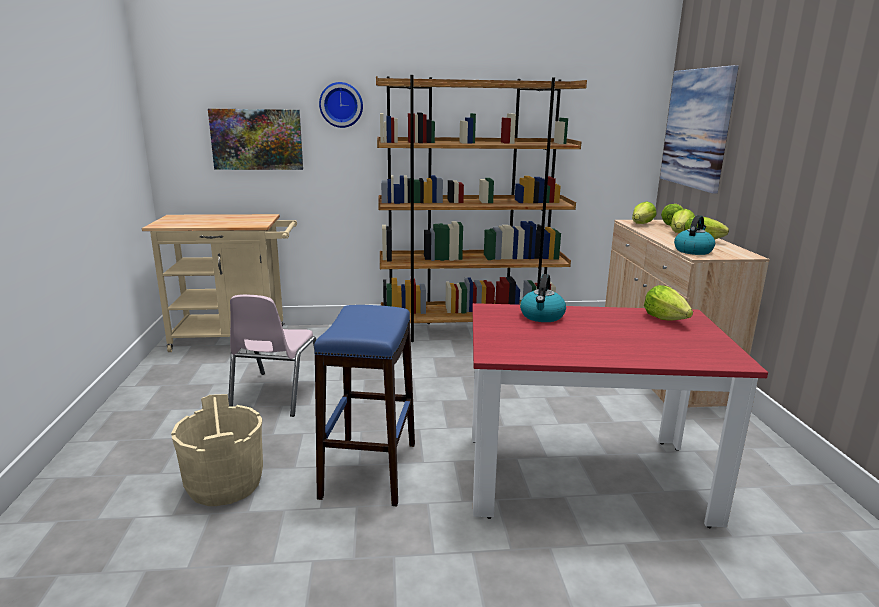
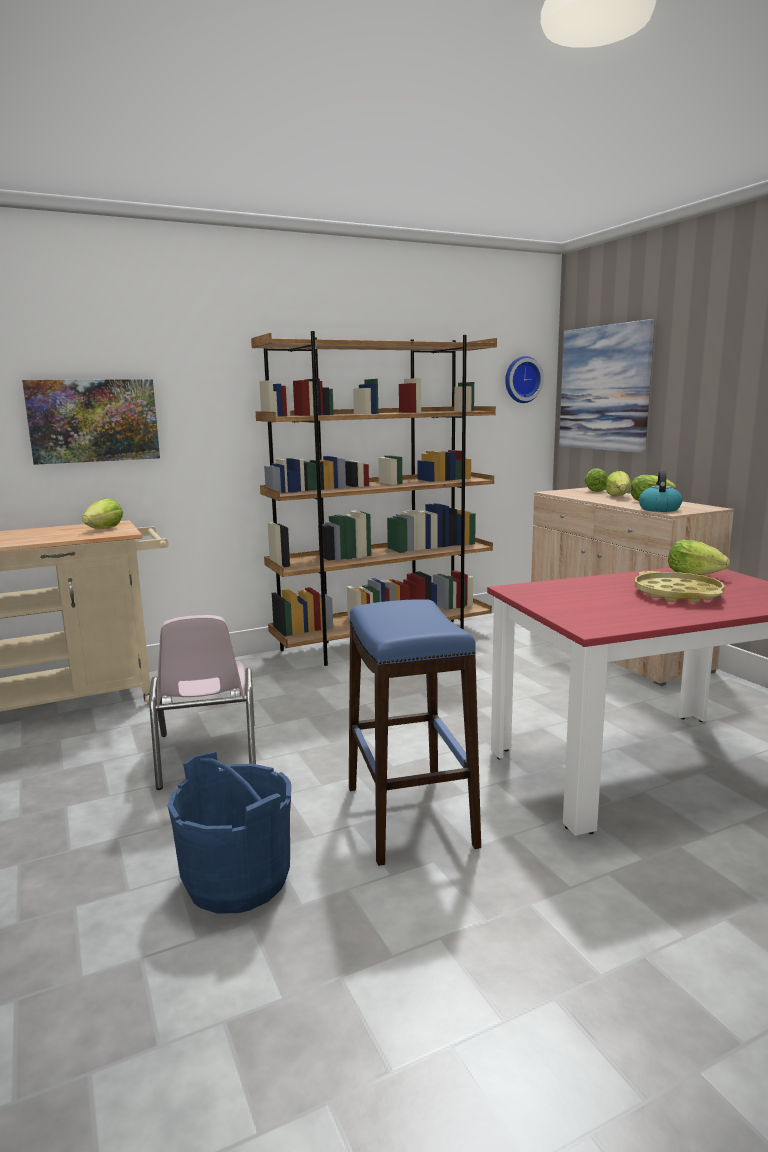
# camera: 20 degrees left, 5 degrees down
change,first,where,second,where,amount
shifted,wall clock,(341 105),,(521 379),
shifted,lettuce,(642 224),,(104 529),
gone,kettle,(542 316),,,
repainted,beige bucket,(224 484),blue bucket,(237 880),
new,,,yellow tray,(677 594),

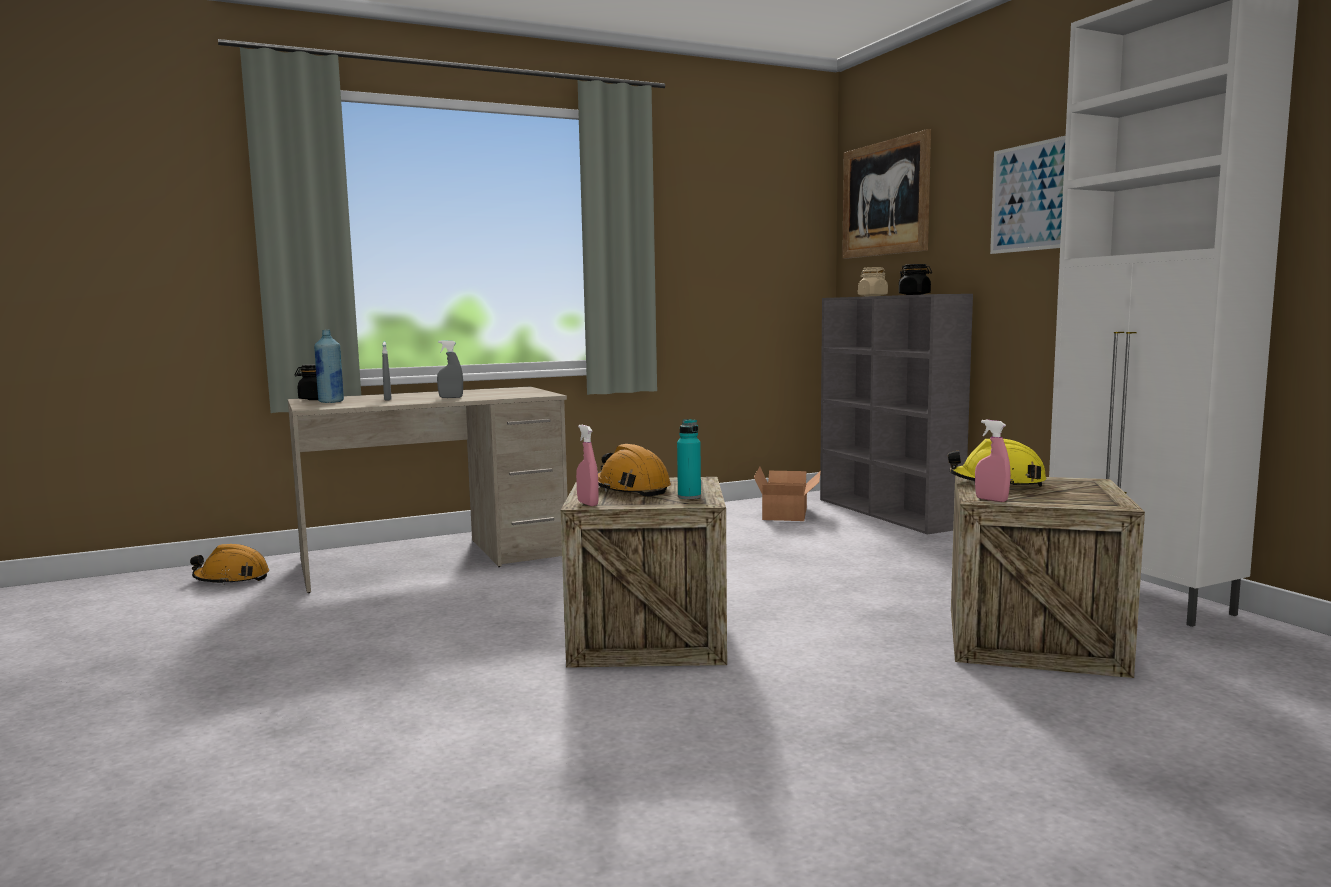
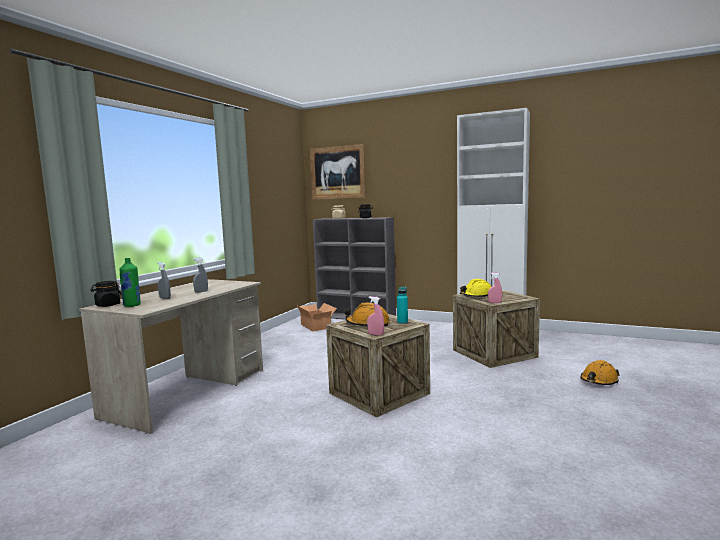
# camera: 40 degrees left, 0 degrees up
change,first,where,second,where,amount
gone,picture,(1032 197),,,
repainted,blue bottle,(331 402),green bottle,(132 305),
shifted,orange hard hat,(232 579),,(599 381),

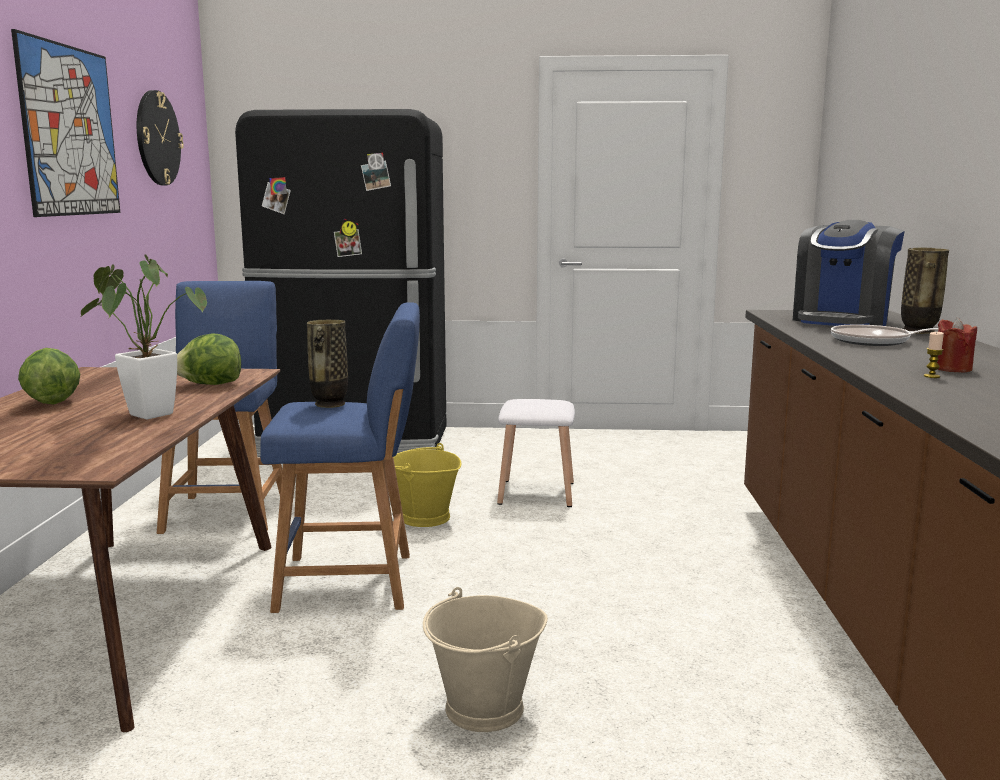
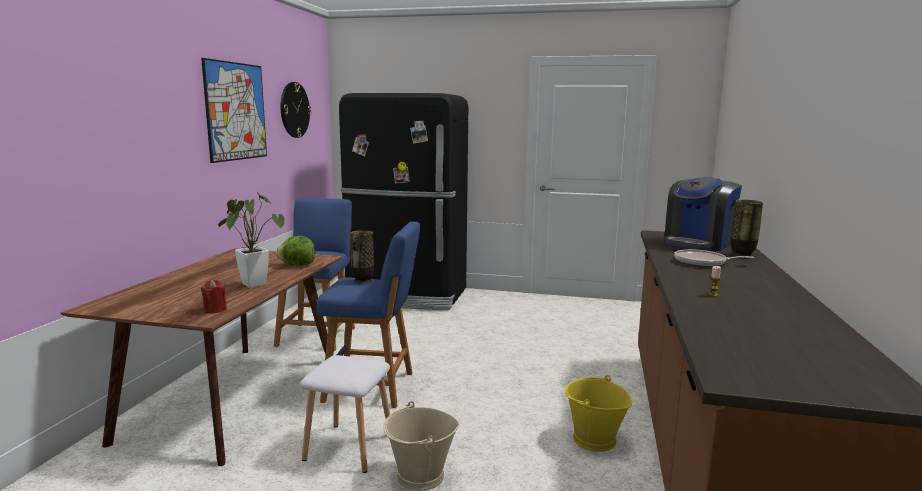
# camera: 10 degrees right, 0 degrees up
change,first,where,second,where,amount
shifted,red candle,(952 369),,(215 310),
gone,lettuce,(52 402),,,
shifted,white stool,(537 494),,(349 448),
shifted,yellow bucket,(424 518),,(593 440),

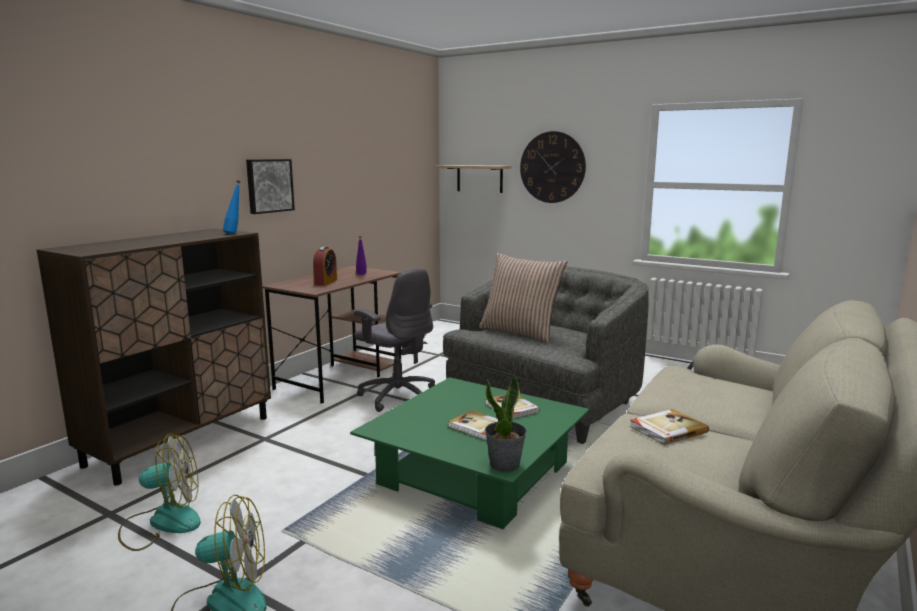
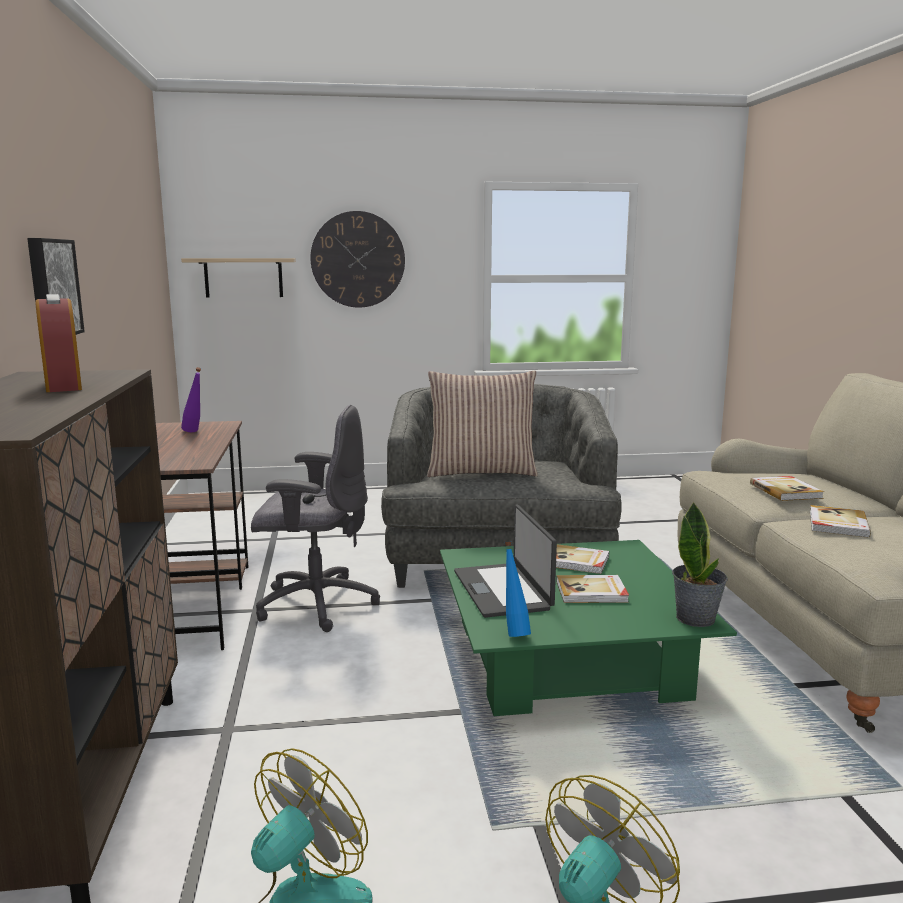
# camera: 40 degrees left, 0 degrees up
change,first,where,second,where,amount
shifted,blue bottle,(234 233),,(514 632),
shifted,alarm clock,(325 282),,(63 385),
new,,,book,(786 491),
new,,,laptop,(503 590),

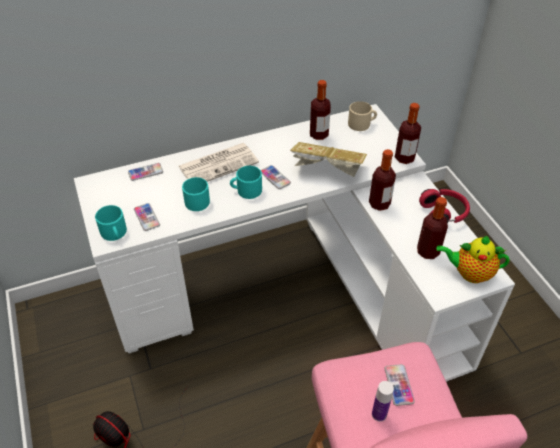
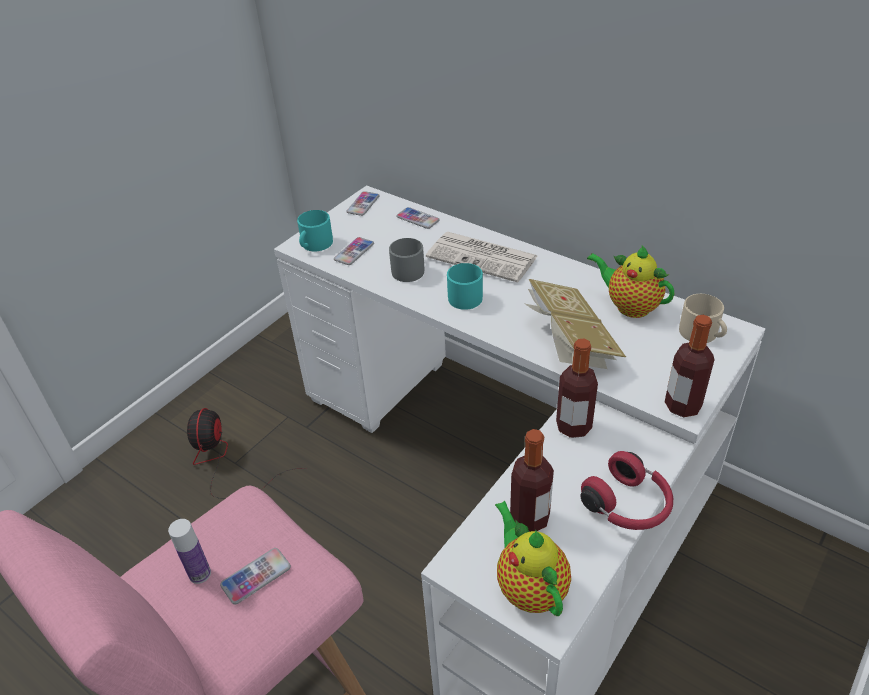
# camera: 60 degrees right, 5 degrees down
change,first,where,second,where,amount
swapped,bottle,(319 134),teapot,(629 306),
shifted,phone,(275 177),,(363 204),
repainted,turquoise mug,(195 200),grey mug,(409 269),

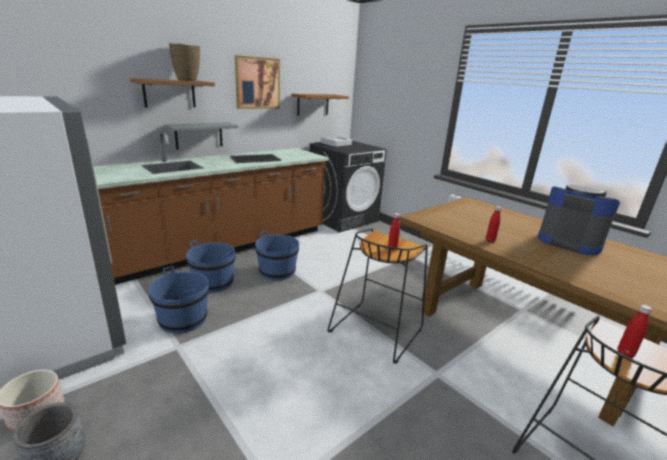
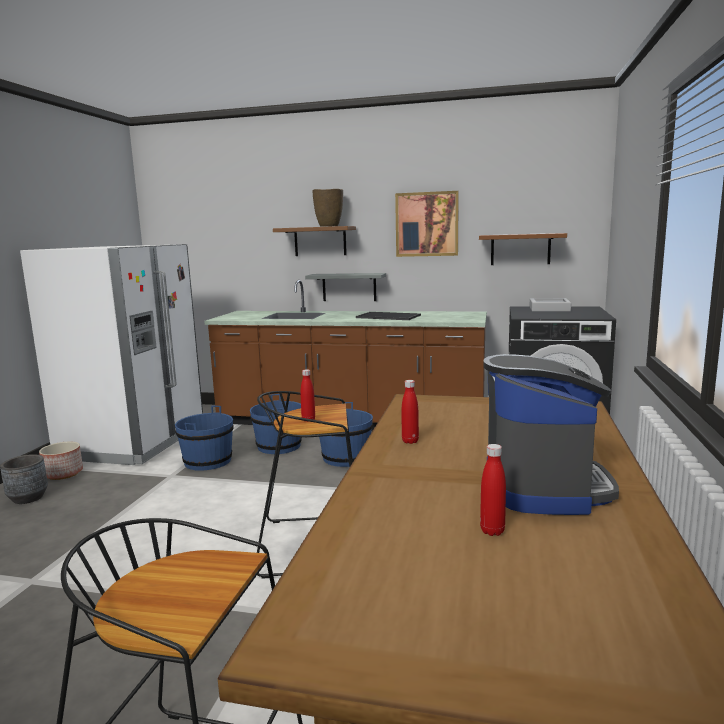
# camera: 55 degrees right, 10 degrees down
change,first,where,second,where,amount
shifted,red bottle,(625 354),,(492 531),

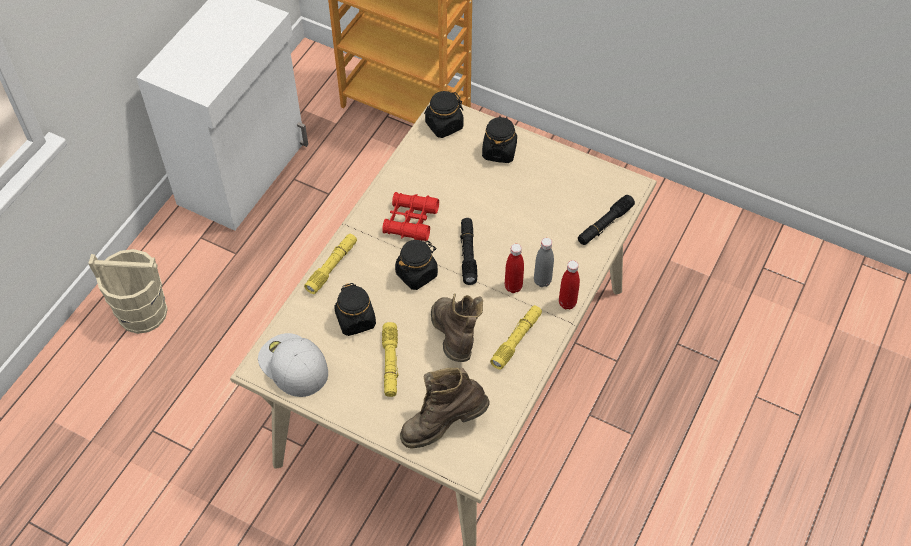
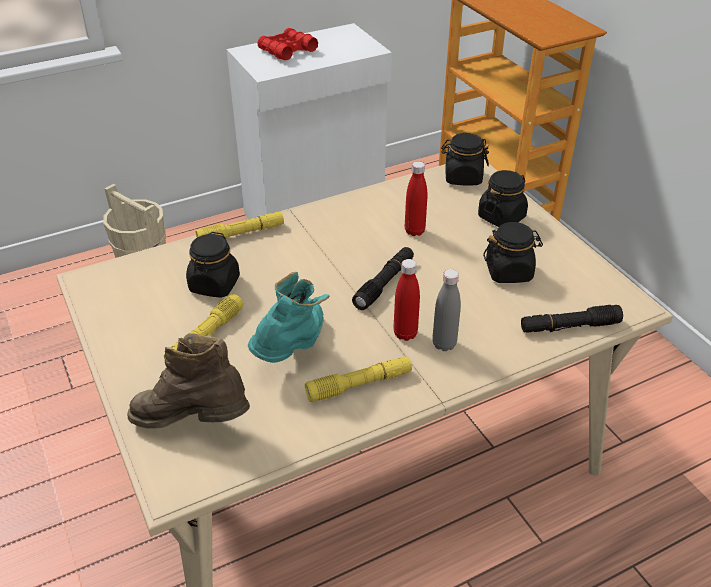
# camera: 35 degrees right, 15 degrees down
change,first,where,second,where,amount
shifted,red binoculars,(410 221),,(287 51),
shifted,black jar,(416 274),,(509 272),
shifted,red bottle,(567 303),,(414 231),
repainted,brown boot,(455 339),turquoise boot,(293 350),
gone,white cap,(292 365),,,

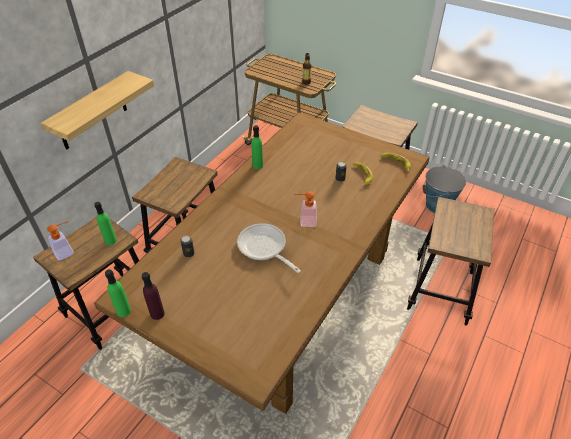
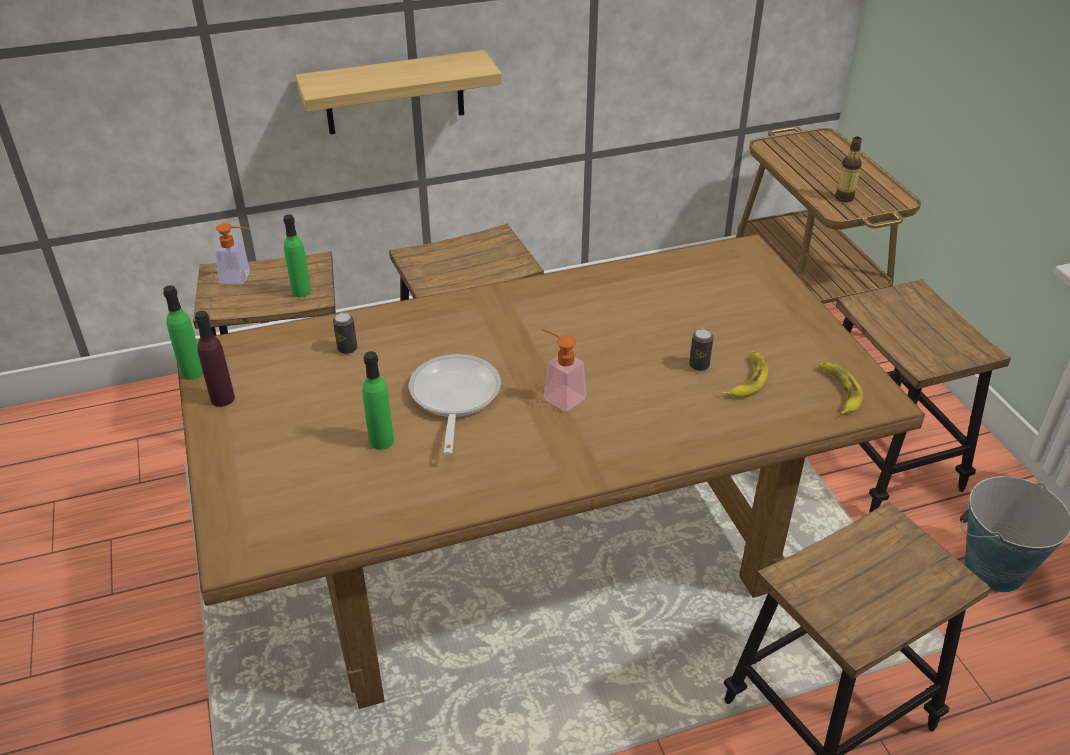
# camera: 40 degrees right, 5 degrees down
change,first,where,second,where,amount
shifted,green bottle,(257 165),,(381 441),

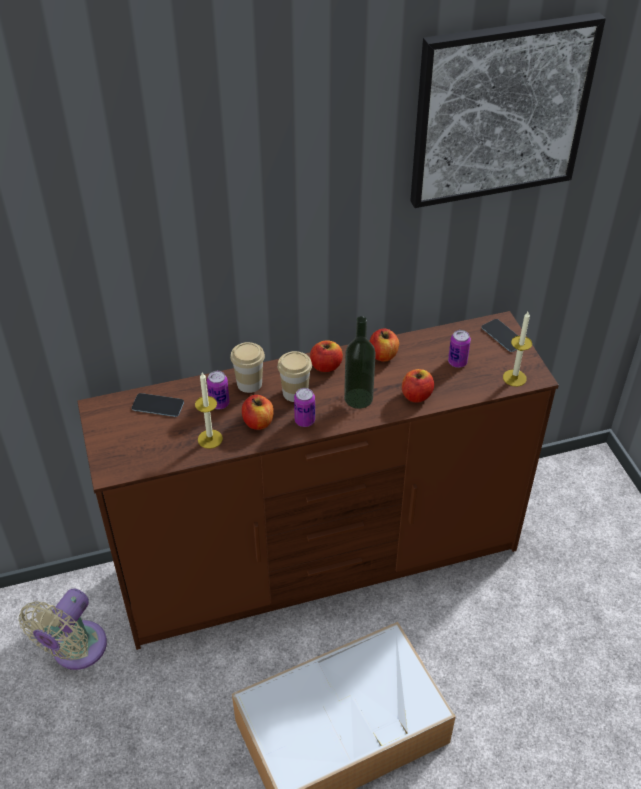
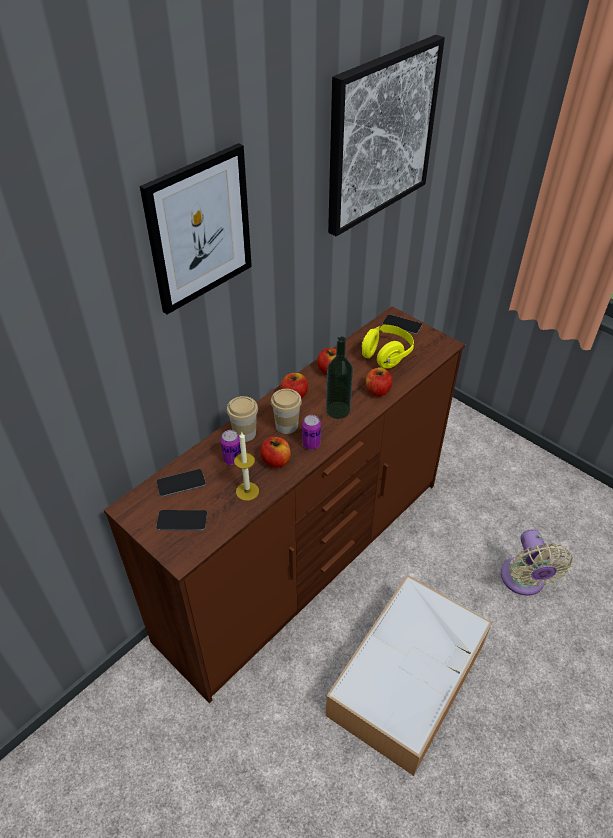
# camera: 30 degrees left, 0 degrees up
change,first,where,second,where,amount
gone,candle,(514 378),,,
swapped,can,(457 362),yellow headphones,(386 355),
shifted,beige fan,(75 650),,(524 581),
new,,,picture,(199 229),
new,,,phone,(182 520),

